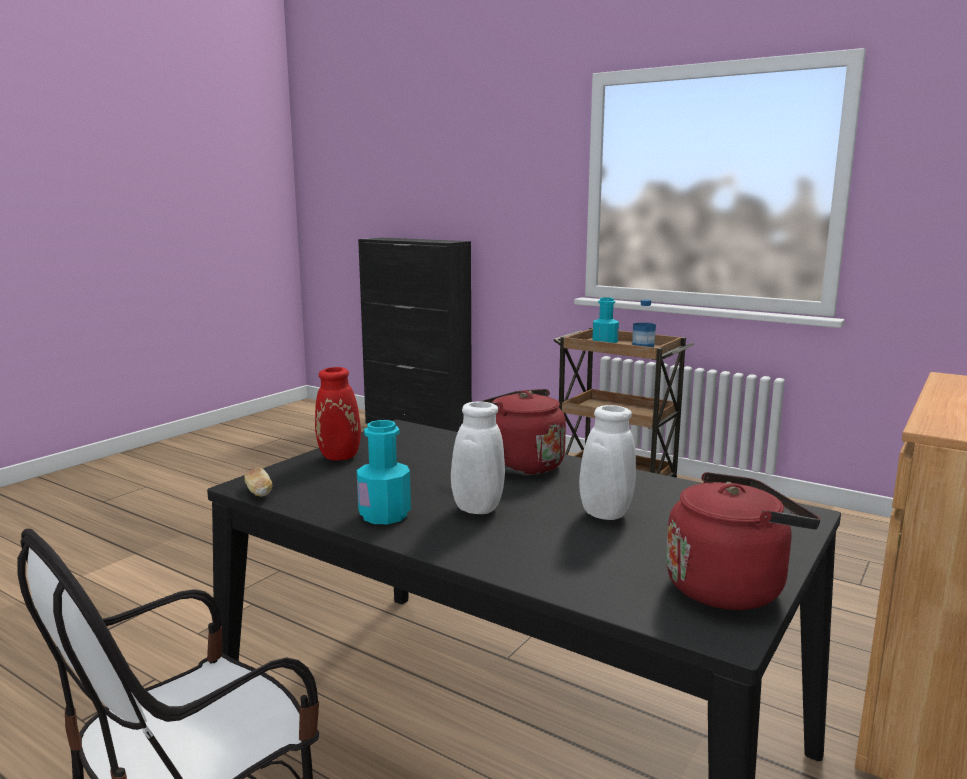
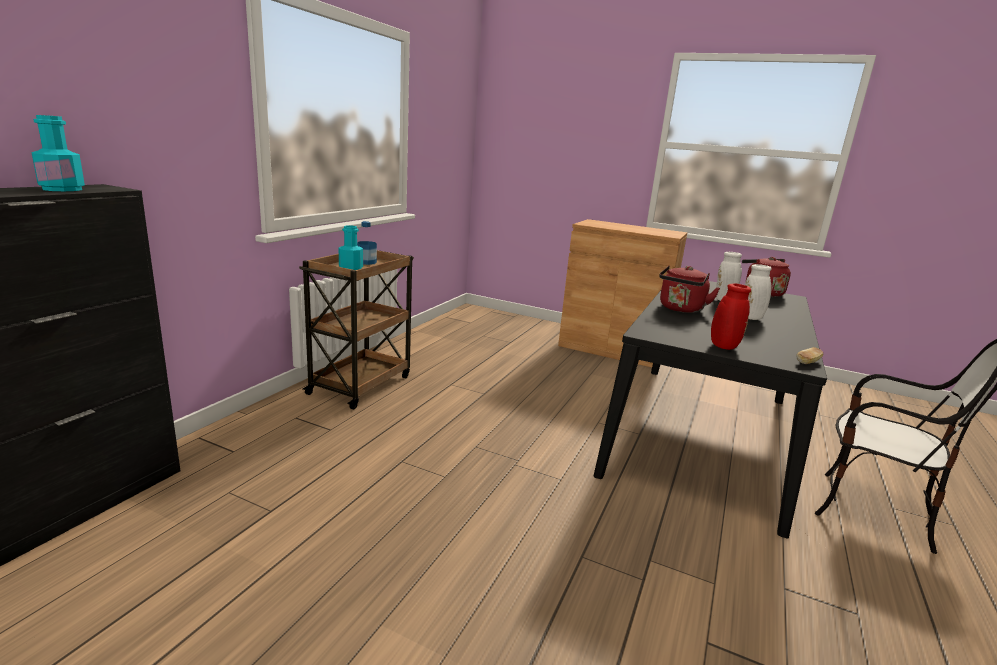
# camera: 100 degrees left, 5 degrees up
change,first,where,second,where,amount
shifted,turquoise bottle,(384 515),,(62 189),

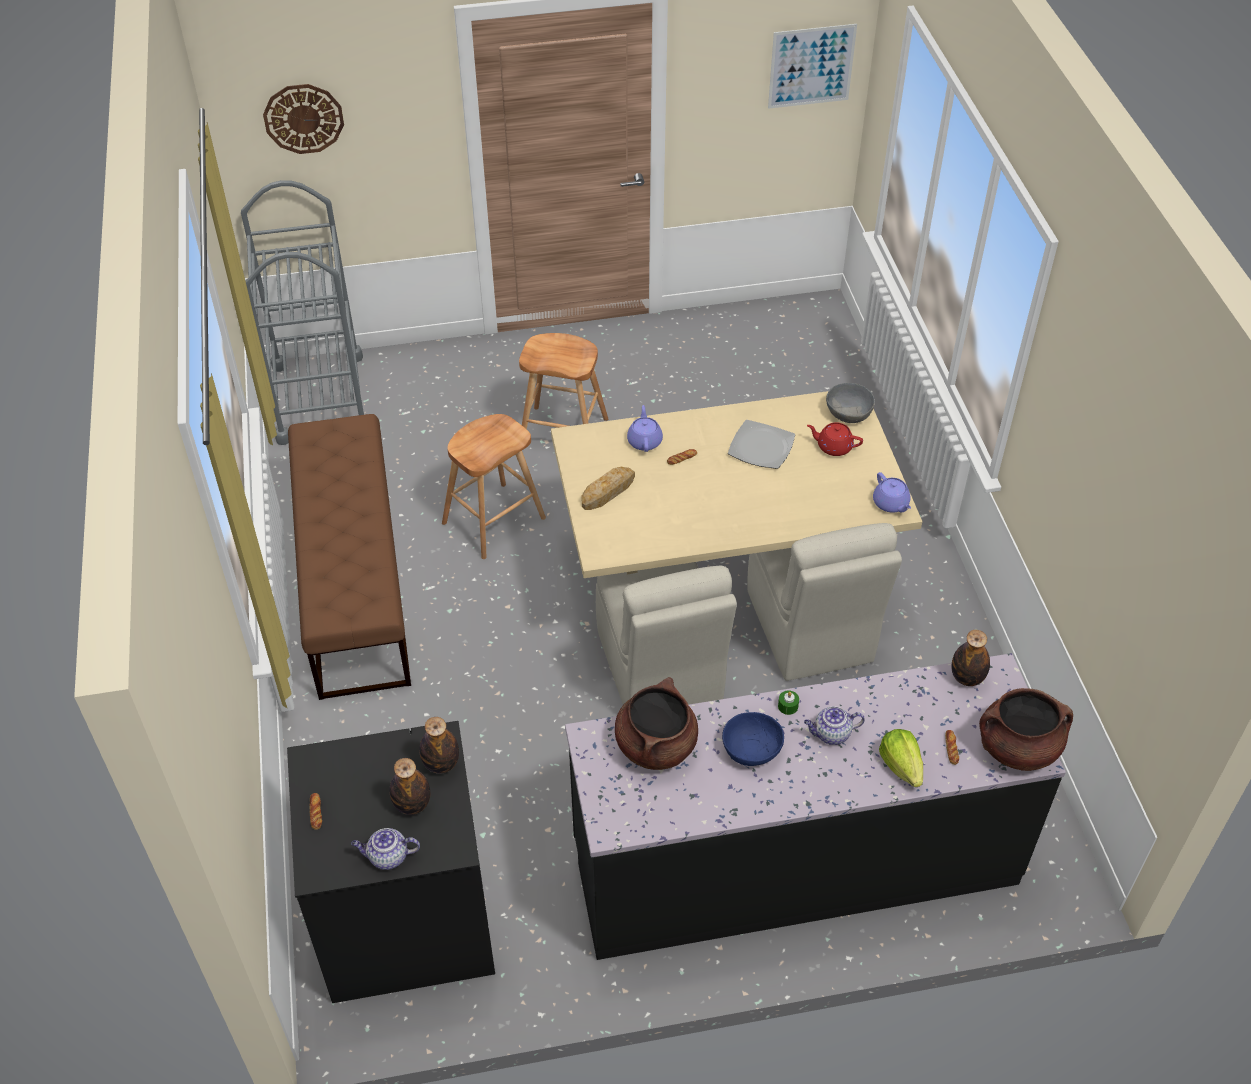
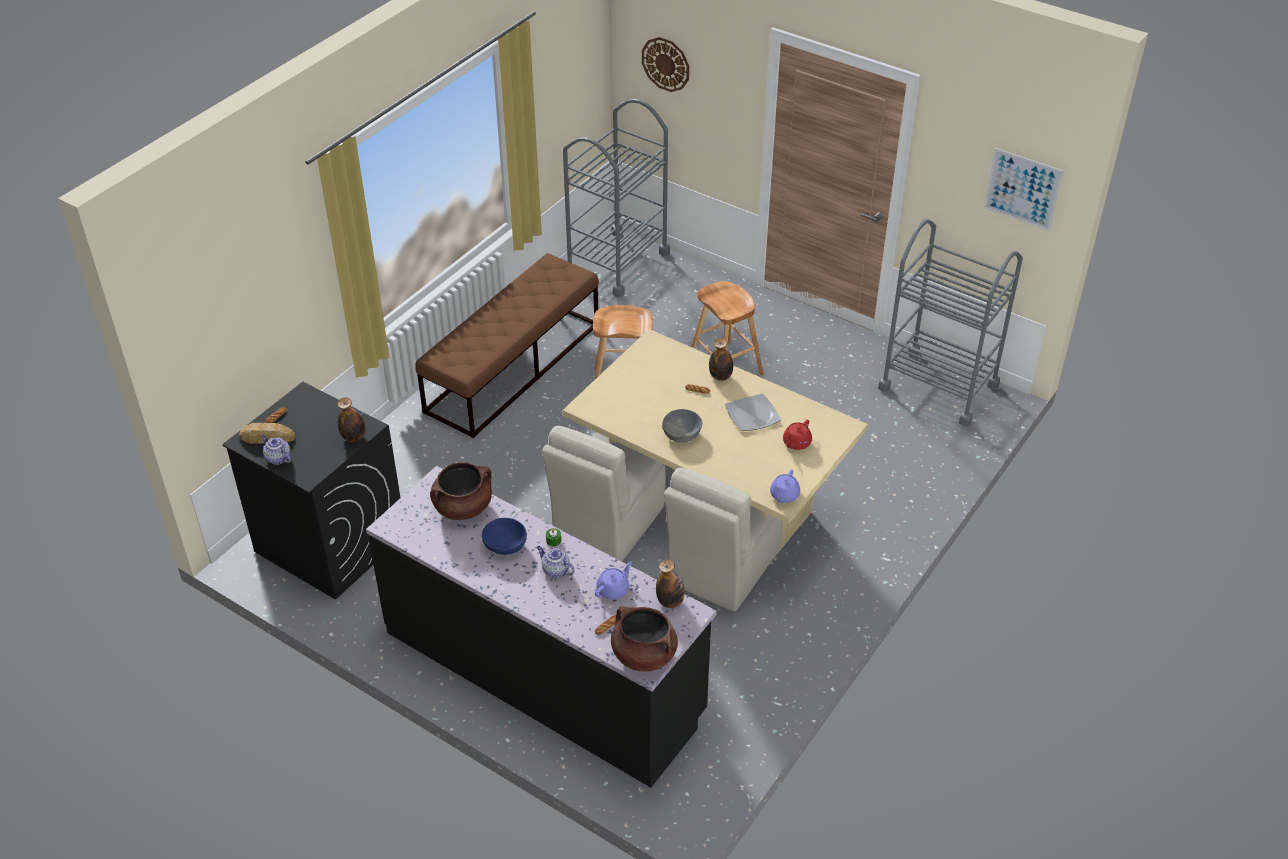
# camera: 45 degrees right, 5 degrees down
change,first,where,second,where,amount
shifted,grey bowl,(849 413),,(682 434),
shifted,purple teapot,(644 441),,(613 589),
rotated,red teapot,(833 447),,(796 443),120 degrees counterclockwise
shifted,bread,(608 491),,(267 437),
gone,lettuce,(901 766),,,
shifted,bottle,(412 804),,(720 376),
new,,,grey cart,(938 386),

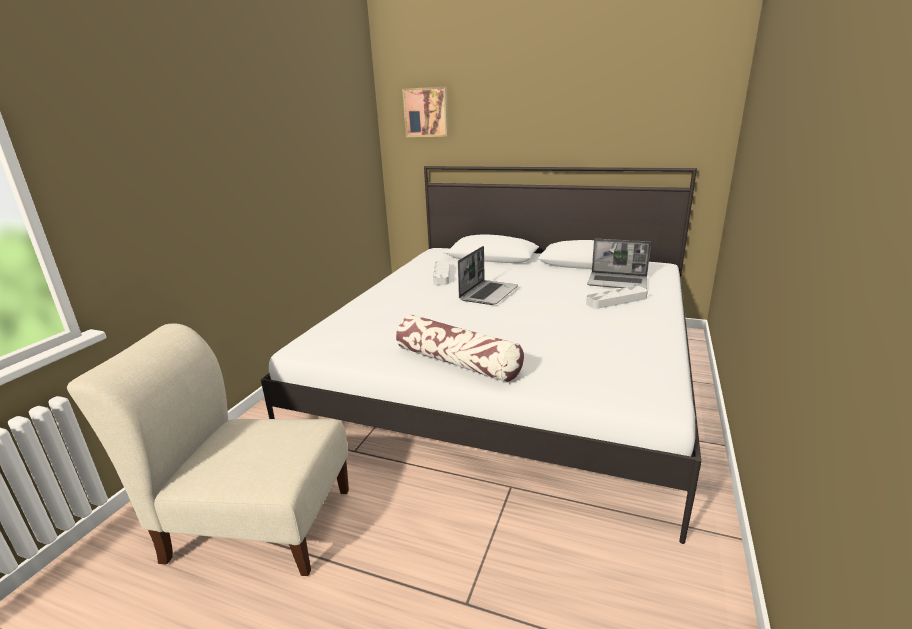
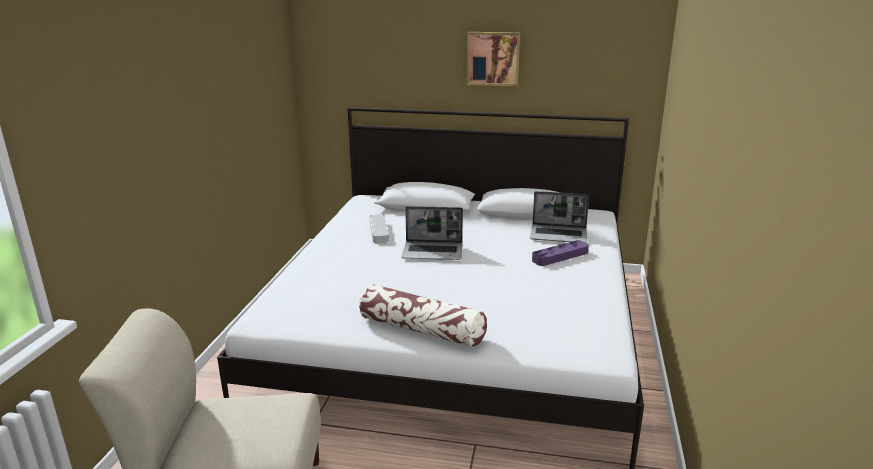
# camera: 10 degrees left, 0 degrees up
change,first,where,second,where,amount
shifted,picture,(426 112),,(493 58),
rotated,laptop,(488 293),,(433 252),75 degrees clockwise
repainted,grey tray,(616 301),purple tray,(560 256),

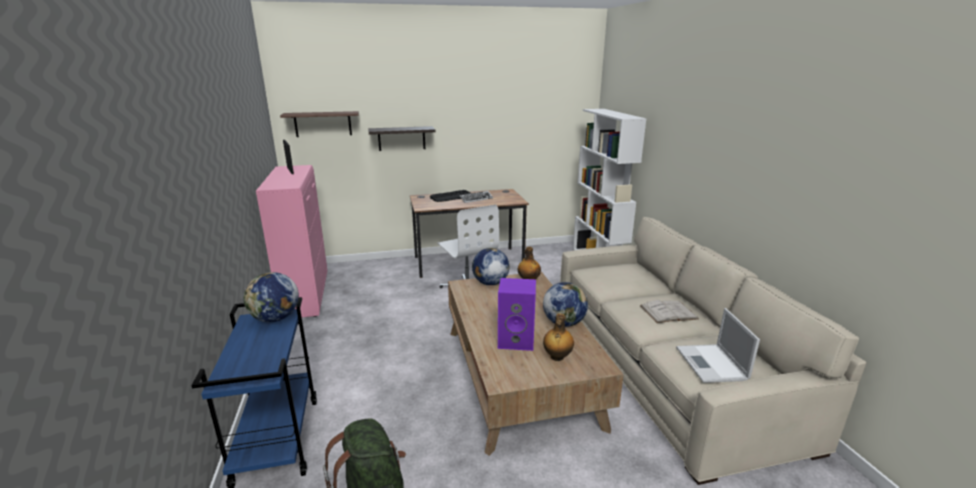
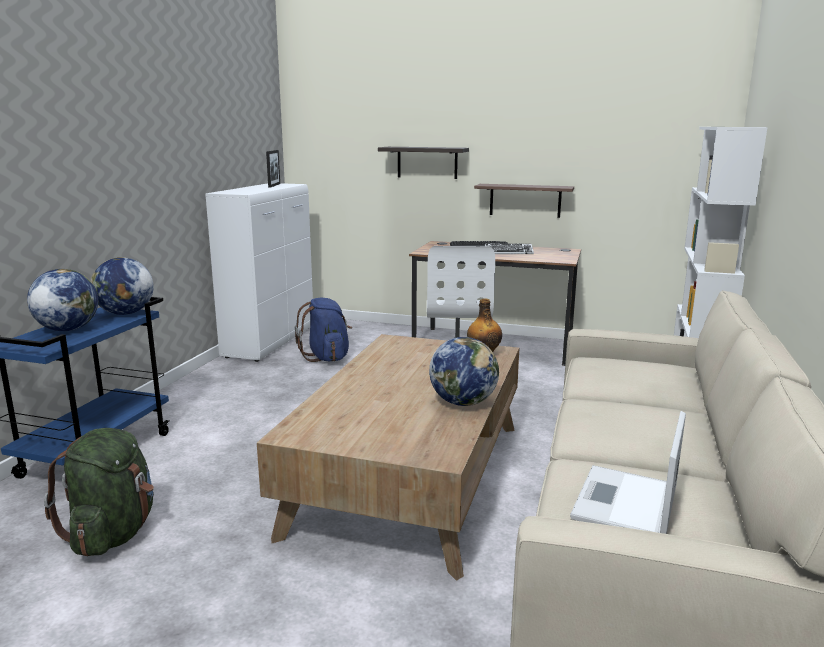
# camera: 30 degrees right, 5 degrees down
change,first,where,second,where,amount
shifted,shelf,(323 124),,(525 200),
repainted,pink cabinet,(306 296),white cabinet,(270 342),
shifted,globe,(490 283),,(67 329),
gone,purple speaker,(517 340),,,
gone,white book,(668 312),,,
gone,bottle,(557 357),,,
new,,,blue backpack,(327 357),

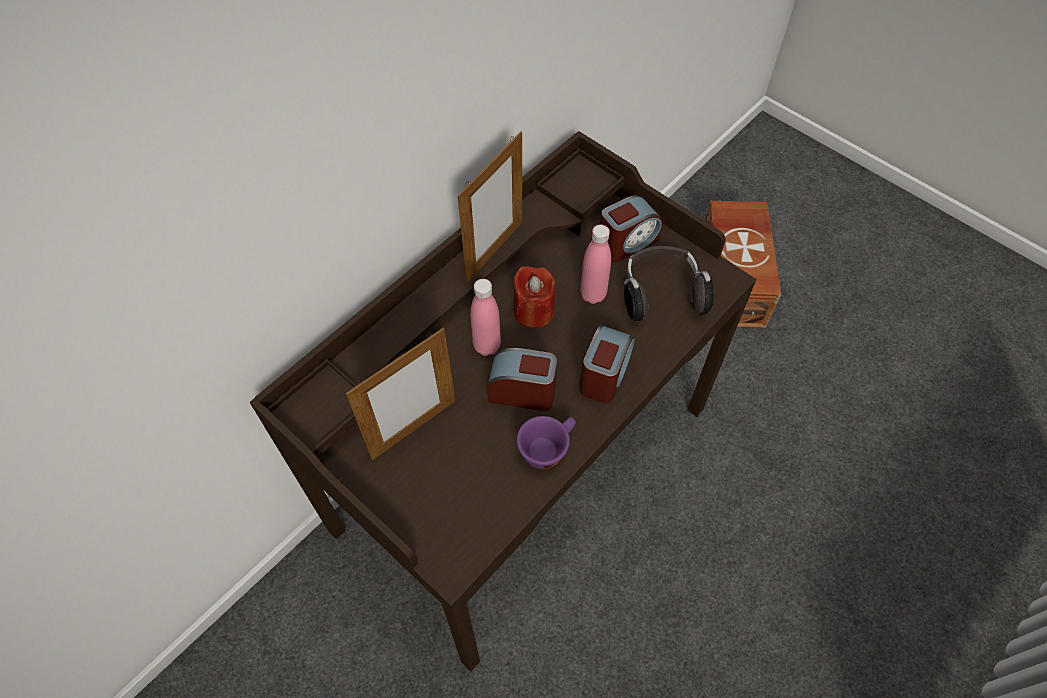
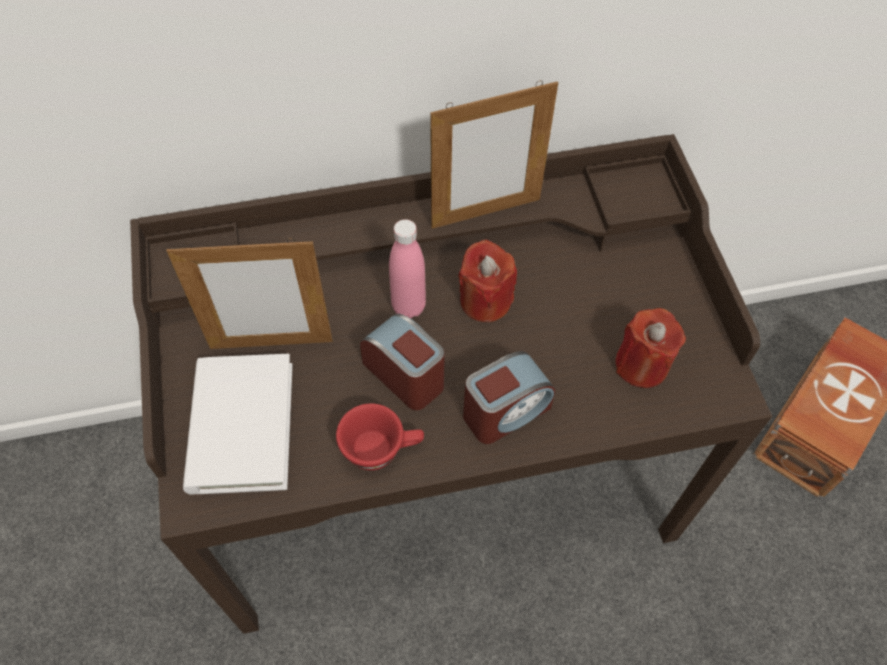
# camera: 35 degrees right, 0 degrees up
change,first,where,second,where,amount
gone,alarm clock,(627 242),,,
gone,pink bottle,(593 294),,,
swapped,headphones,(661 293),red candle,(641 365),
repainted,purple cup,(547 448),red cup,(382 448),
new,,,white book,(241 426),

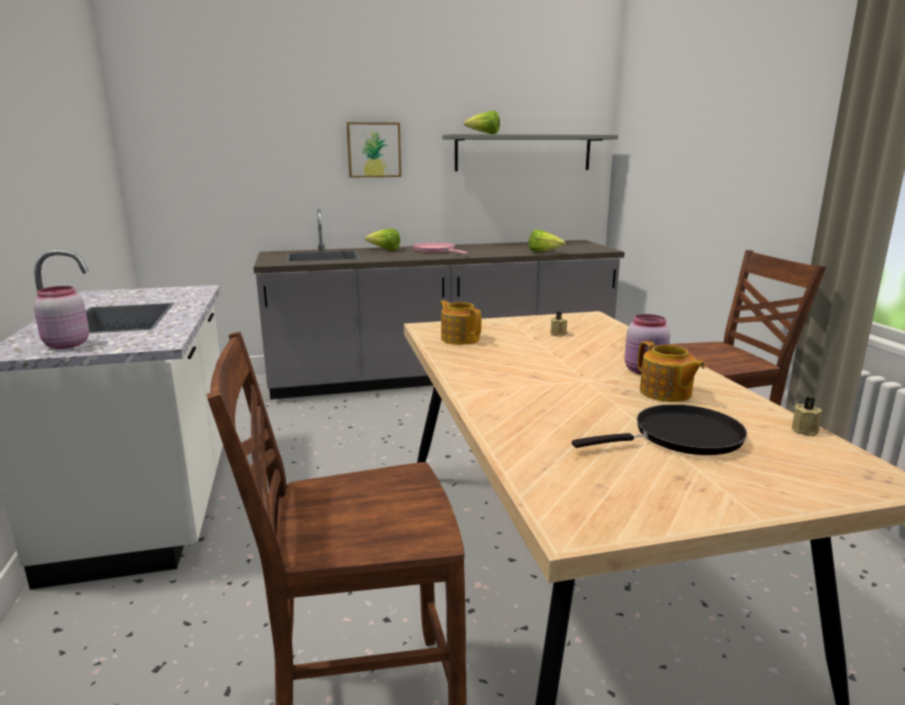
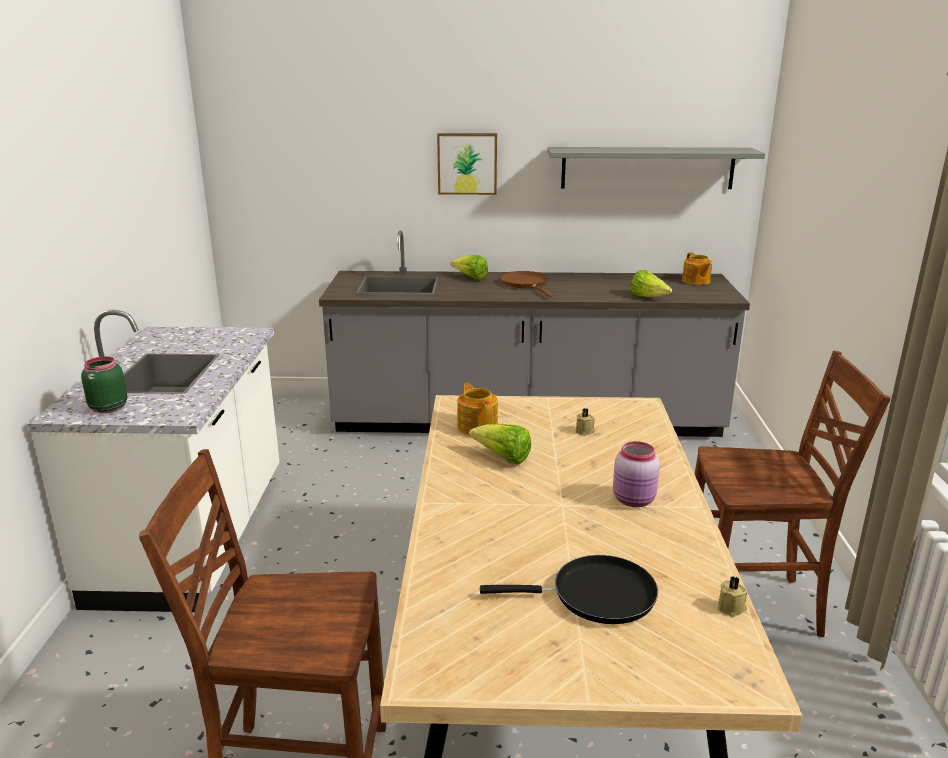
# camera: 15 degrees right, 5 degrees up
change,first,where,second,where,amount
shifted,lettuce,(484 134),,(503 458),
repainted,pink frying pan,(436 251),brown frying pan,(526 284),
repainted,pink jar,(65 345),green jar,(107 408),
shifted,teapot,(665 393),,(696 281),

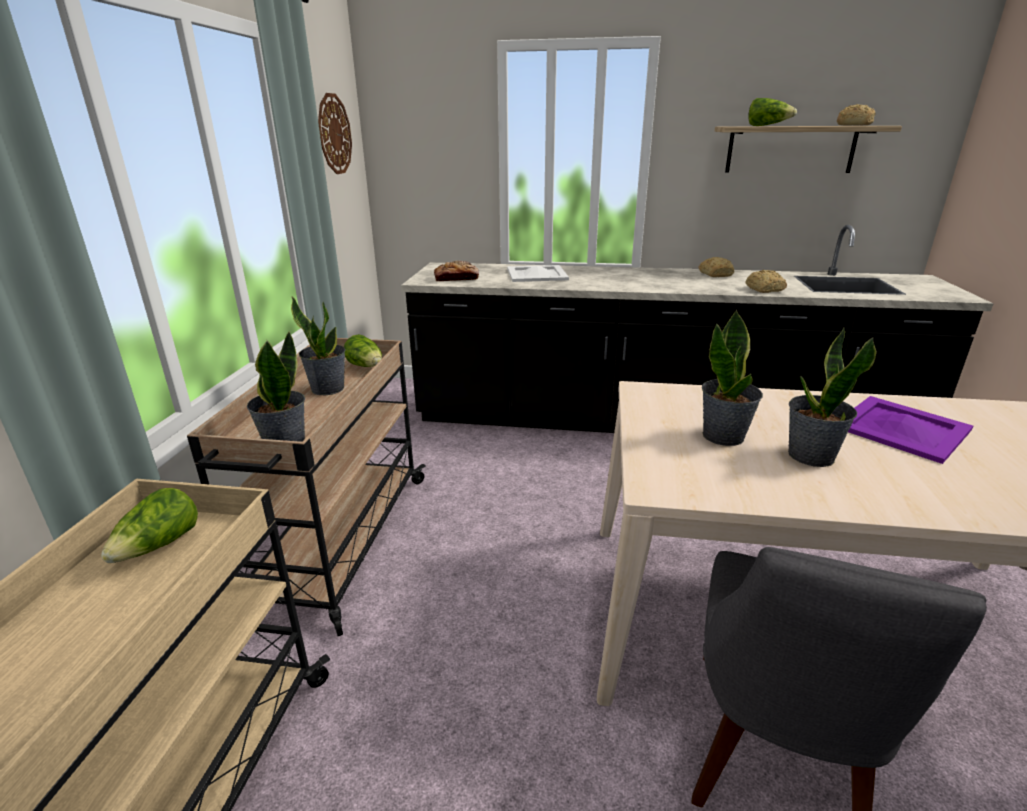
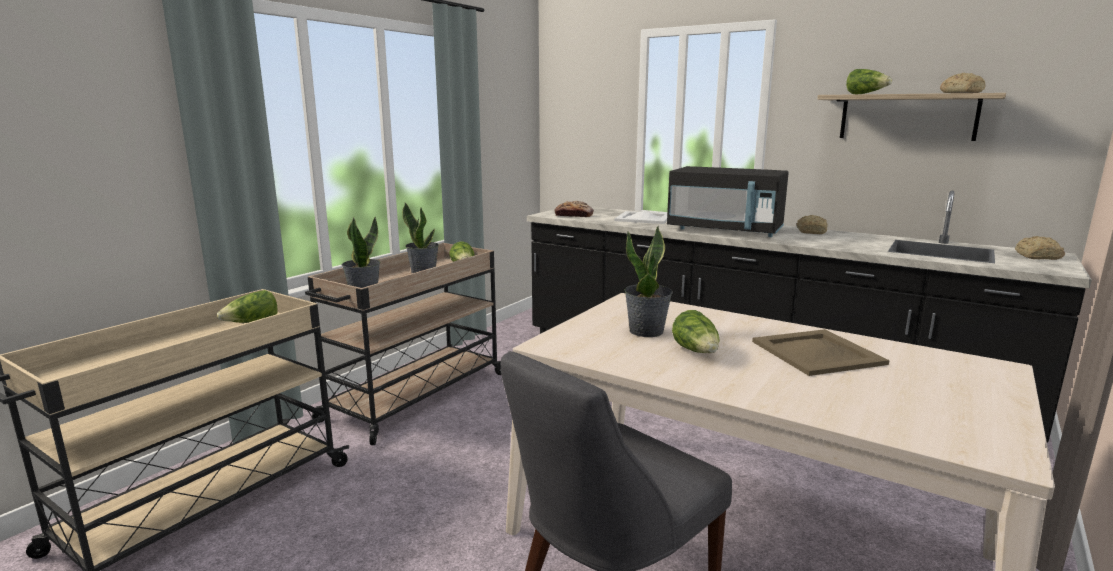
# camera: 25 degrees right, 10 degrees down
change,first,where,second,where,amount
gone,wall clock,(334 134),,,
shifted,bread,(764 289),,(1037 257),
swapped,potted plant,(810 456),lettuce,(697 352),
repainted,purple tray,(901 428),beige tray,(817 352),
new,,,black microwave,(725 230),

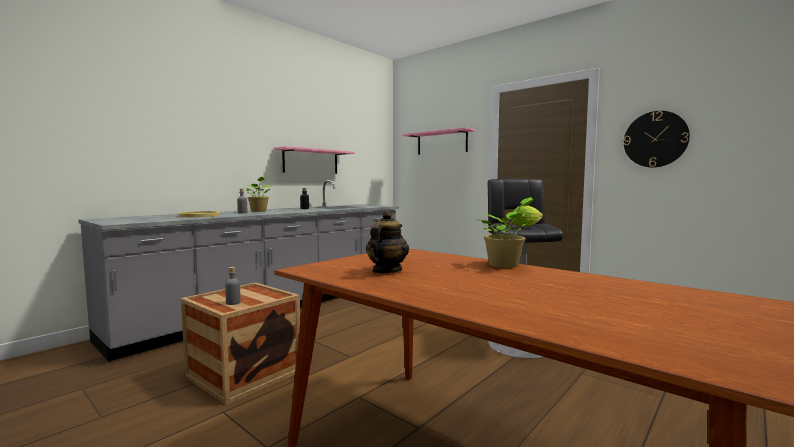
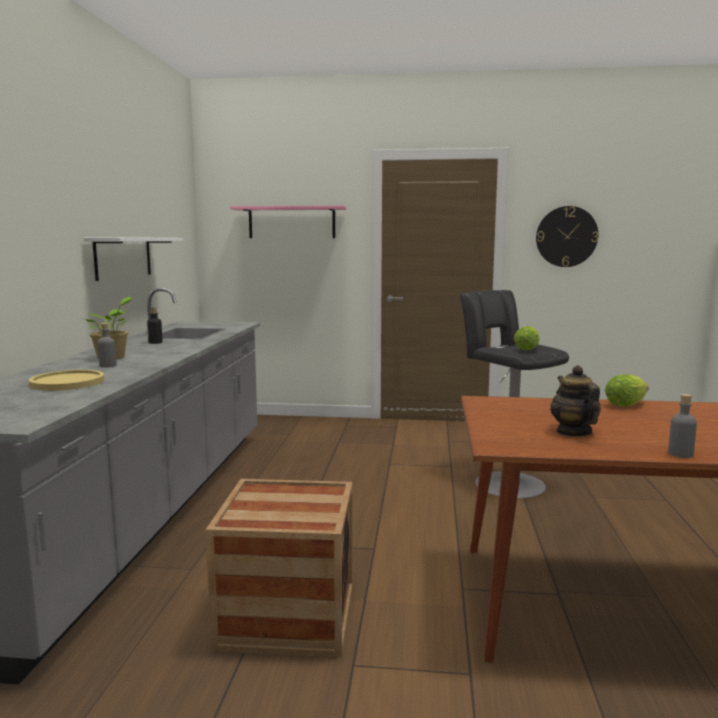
# camera: 35 degrees left, 5 degrees up
change,first,where,second,where,amount
repainted,pink shelf,(311 161),white shelf,(123 257),
swapped,potted plant,(505 265),lettuce,(627 404),
shifted,grey bottle,(233 303),,(680 454),

